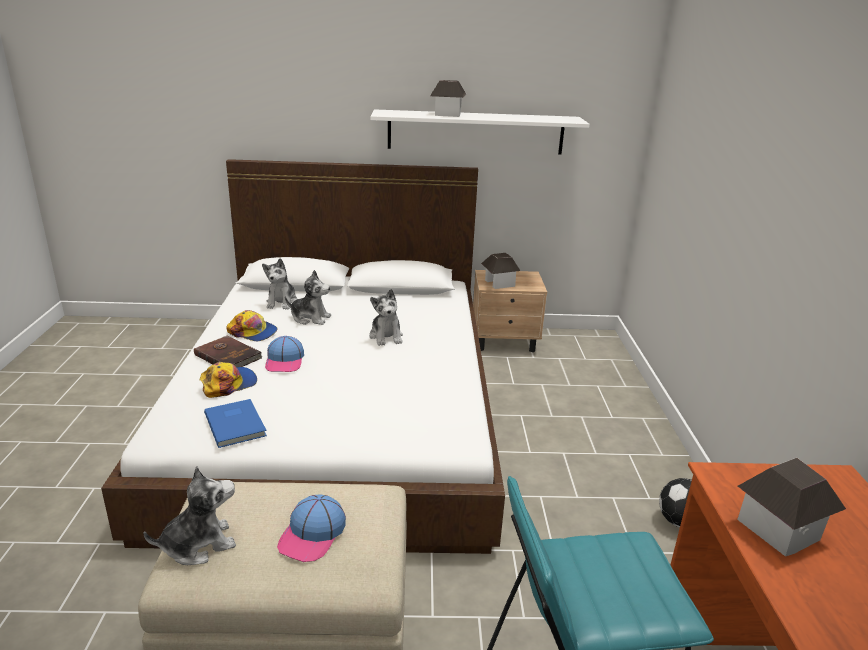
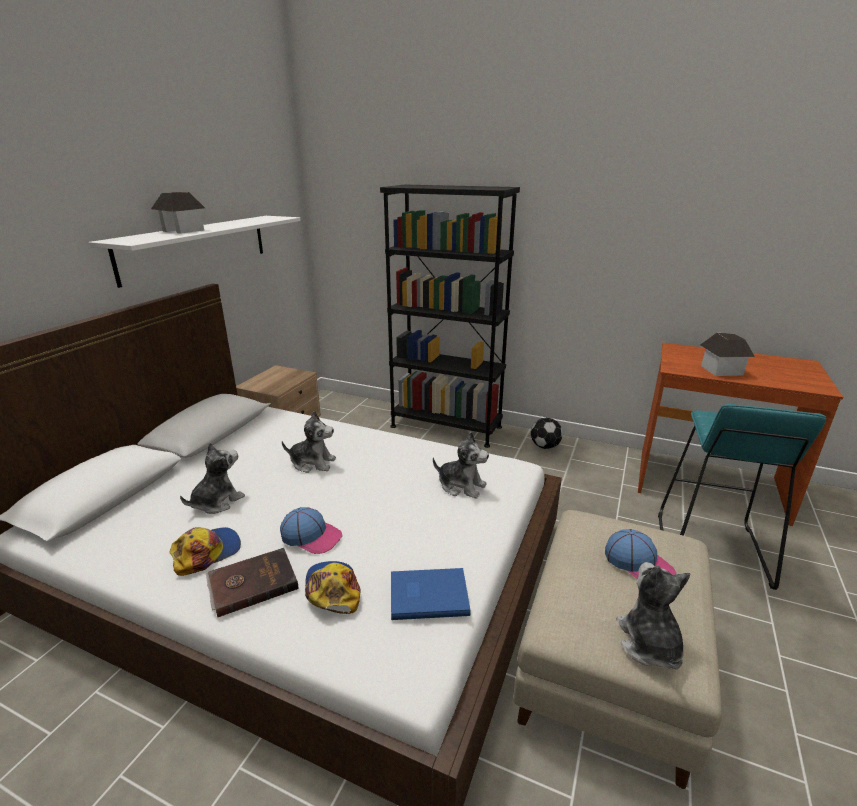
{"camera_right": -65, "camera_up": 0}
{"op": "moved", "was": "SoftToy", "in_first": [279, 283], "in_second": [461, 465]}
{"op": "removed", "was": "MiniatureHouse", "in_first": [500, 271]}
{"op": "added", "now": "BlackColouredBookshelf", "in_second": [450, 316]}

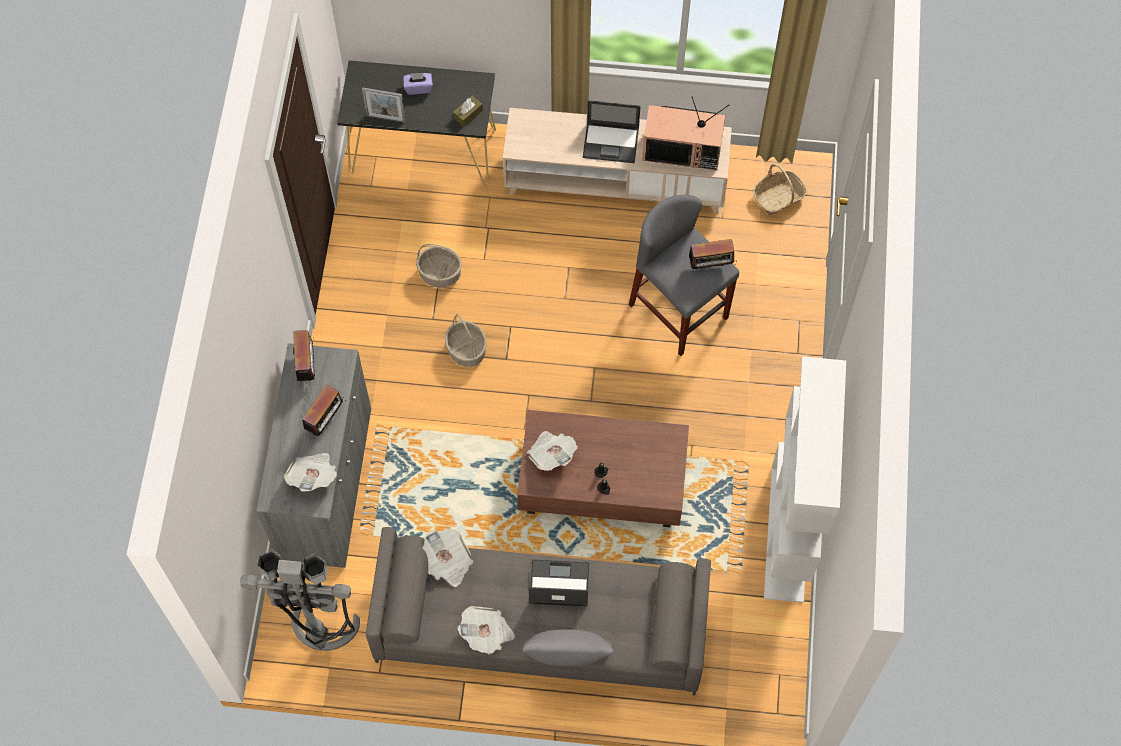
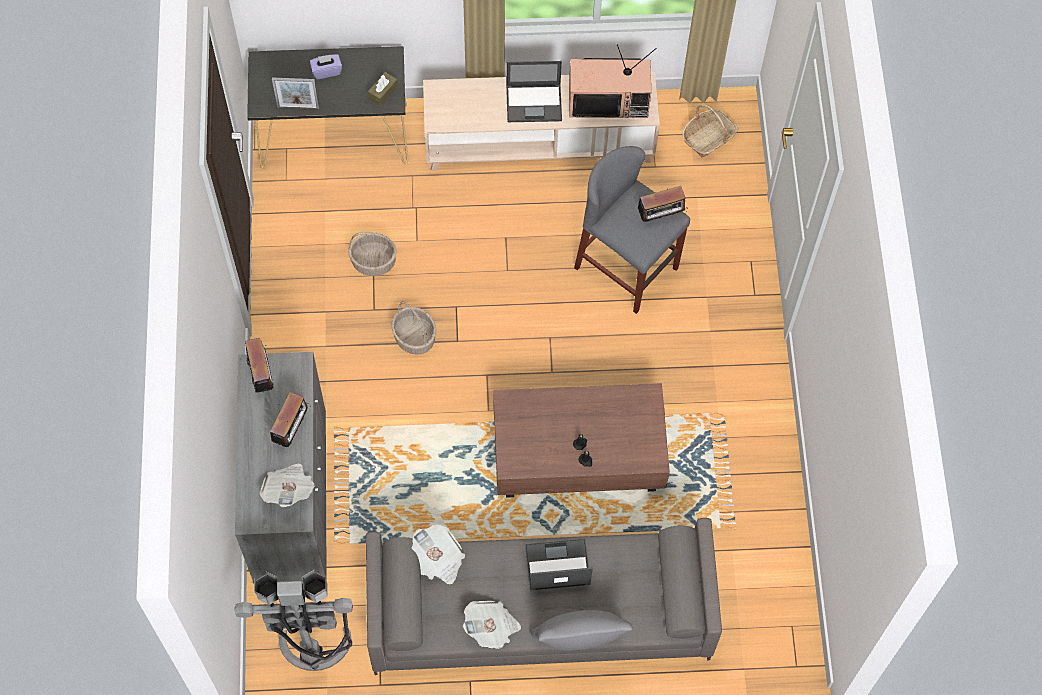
{"camera_right": -10, "camera_up": 0}
{"op": "removed", "was": "DailyPaper", "in_first": [552, 451]}
{"op": "removed", "was": "WhiteColouredBookshelf", "in_first": [805, 479]}

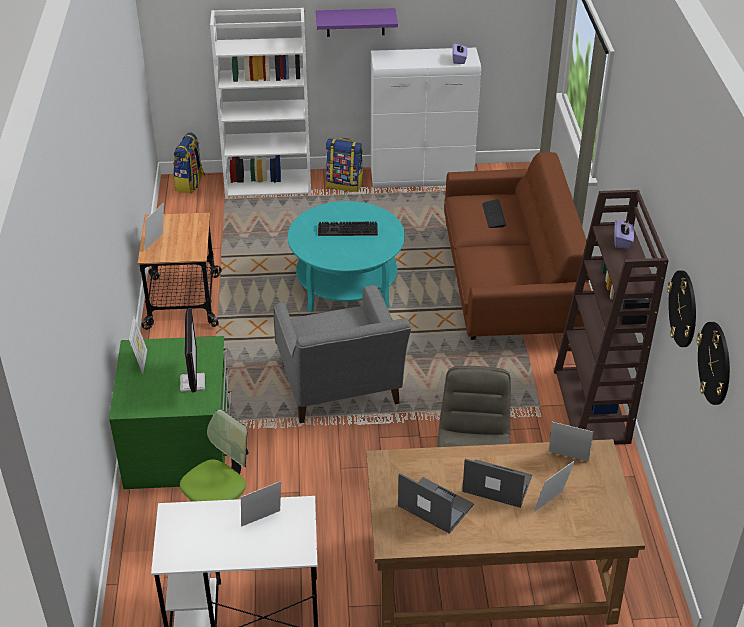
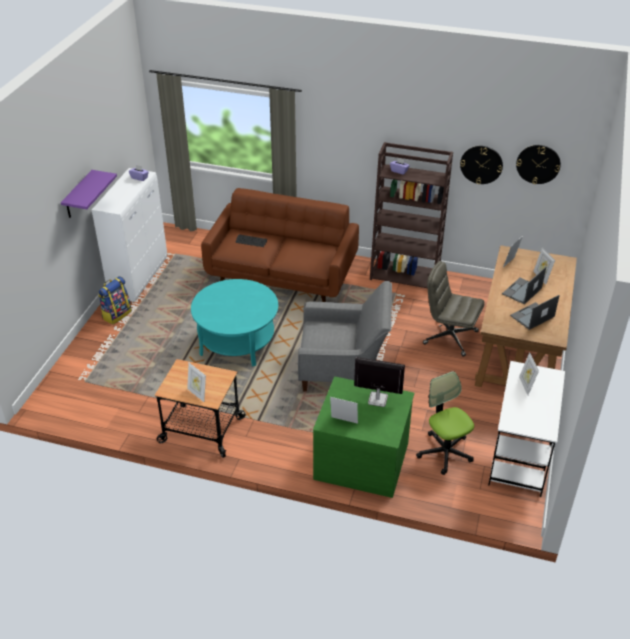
{"camera_right": -70, "camera_up": 0}
{"op": "removed", "was": "Knapsack", "in_first": [189, 163]}
{"op": "removed", "was": "WhiteColouredBookshelf", "in_first": [260, 103]}
{"op": "removed", "was": "PcKeyboard", "in_first": [348, 229]}

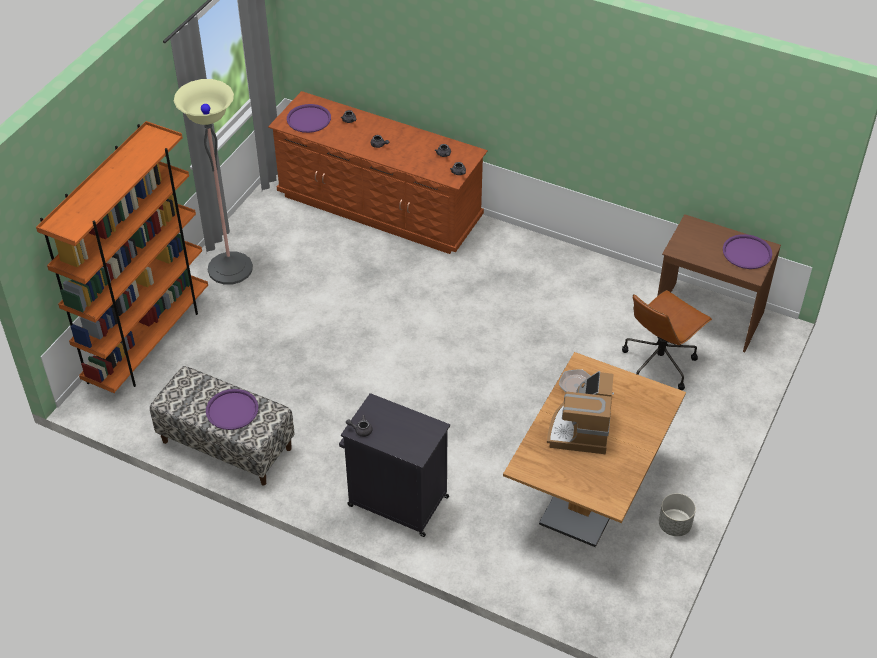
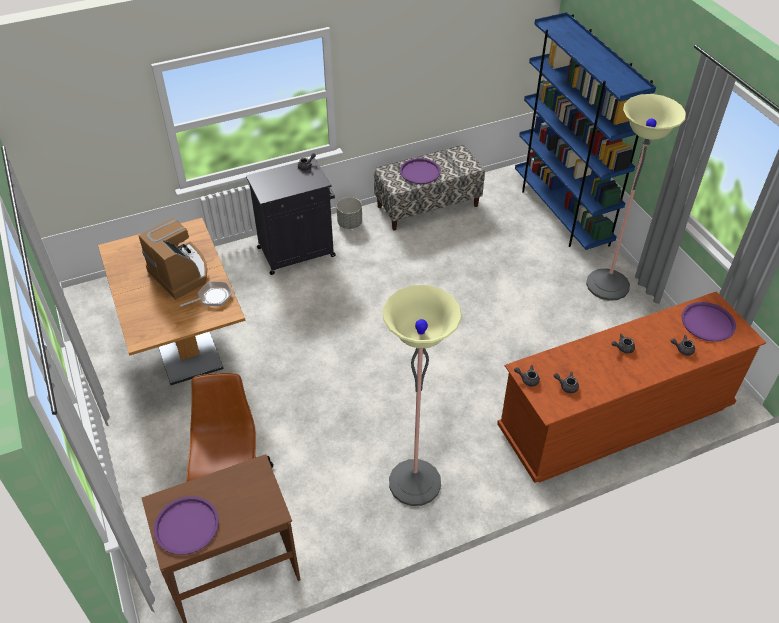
{"camera_right": 130, "camera_up": 0}
{"op": "recoloured", "was": "OrangeColouredBookshelf", "now": "BlueColouredBookshelf", "in_first": [122, 257], "in_second": [585, 131]}
{"op": "moved", "was": "GreyFlowerPot", "in_first": [677, 514], "in_second": [349, 213]}
{"op": "added", "now": "StandingLamp", "in_second": [422, 395]}

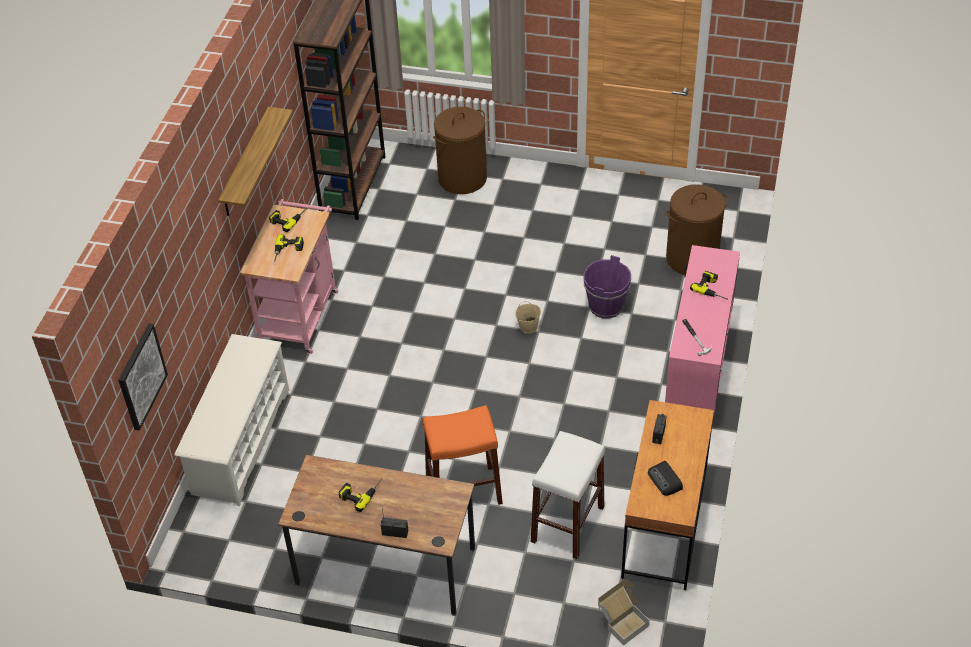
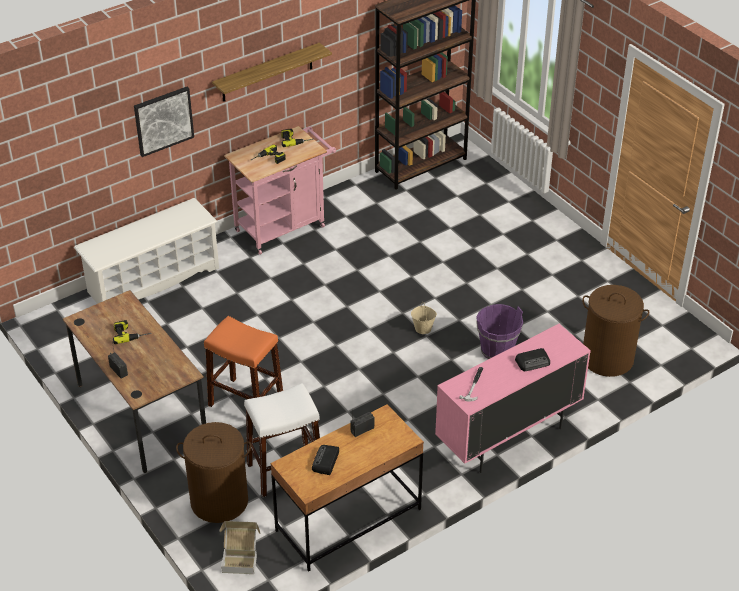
{"camera_right": 40, "camera_up": -5}
{"op": "moved", "was": "WallArt", "in_first": [143, 377], "in_second": [164, 122]}
{"op": "moved", "was": "BrownColouredWashingBasket", "in_first": [460, 150], "in_second": [213, 472]}
{"op": "replaced", "was": "PowerDrill", "now": "Radio", "in_first": [709, 285], "in_second": [532, 359]}

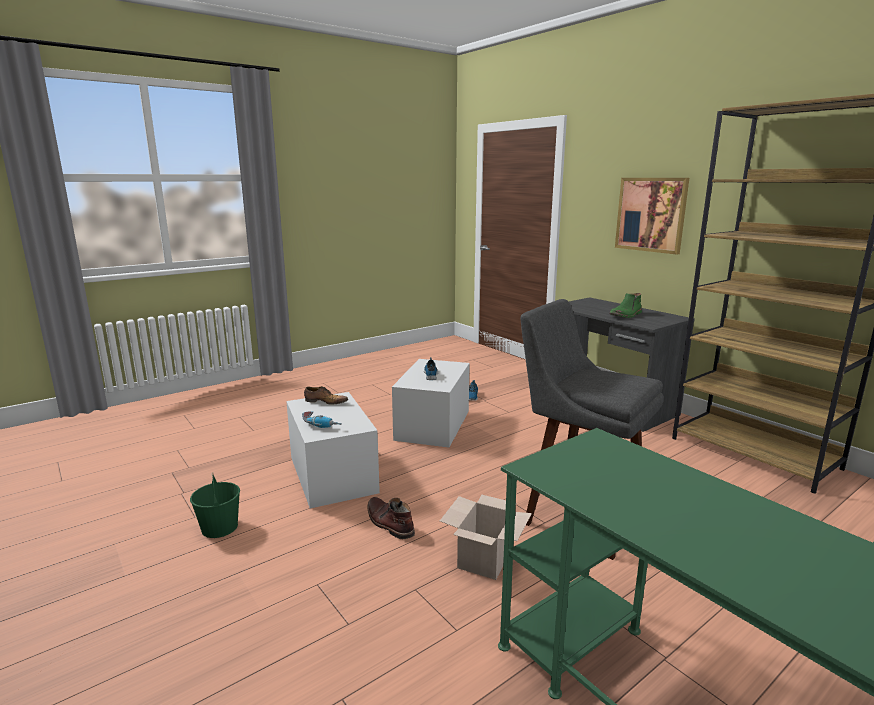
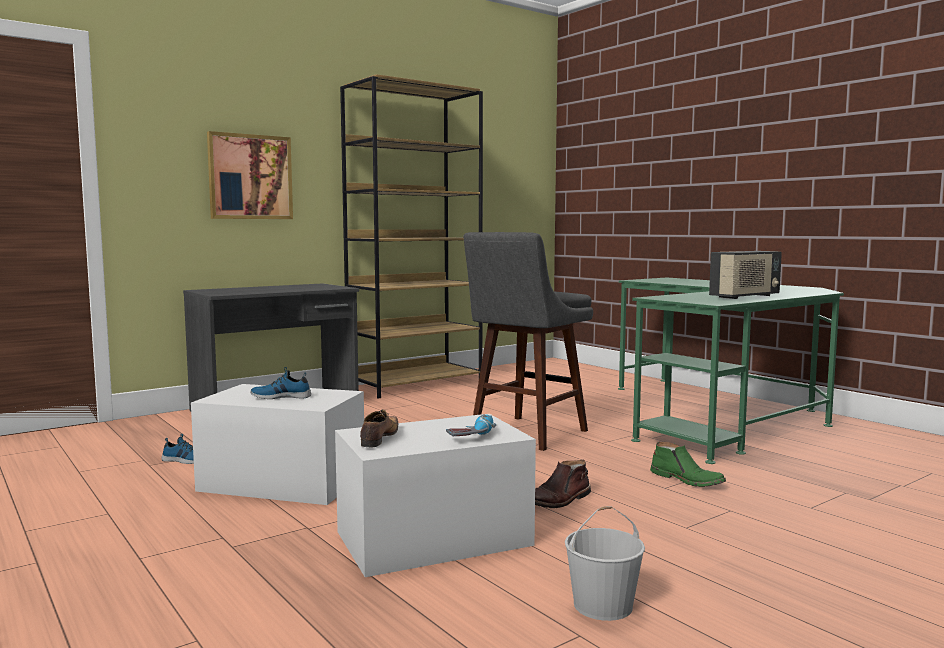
{"camera_right": -90, "camera_up": -10}
{"op": "recoloured", "was": "GreenishPail", "now": "WhiteColouredPail", "in_first": [215, 505], "in_second": [605, 563]}
{"op": "removed", "was": "Carton", "in_first": [486, 537]}
{"op": "moved", "was": "GreenishBoot", "in_first": [625, 305], "in_second": [688, 464]}
{"op": "added", "now": "Radio", "in_second": [745, 275]}

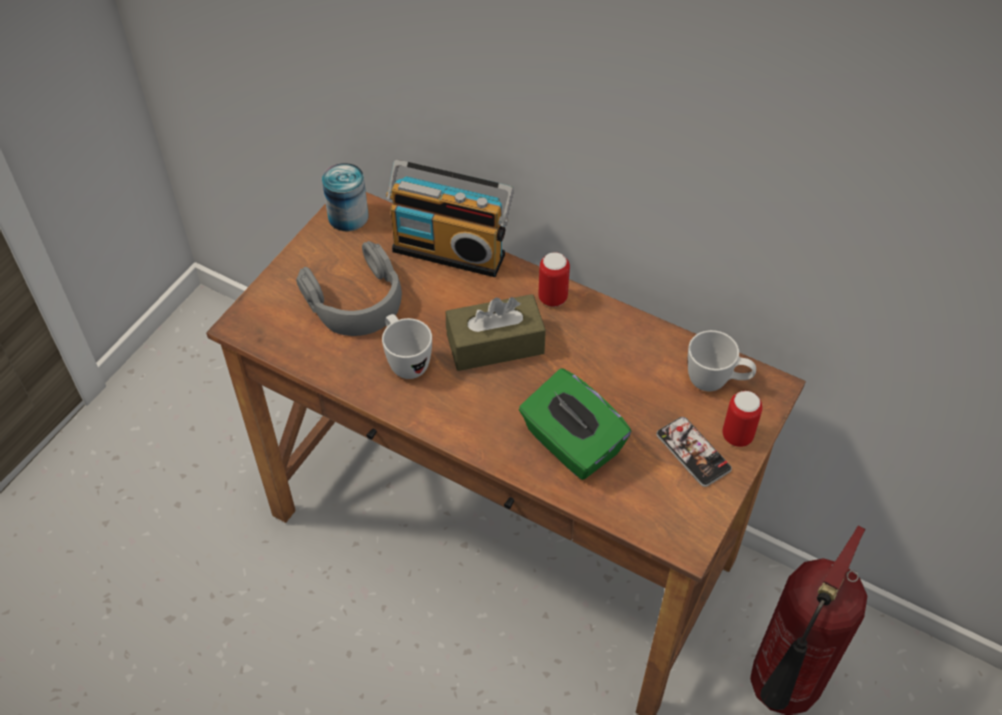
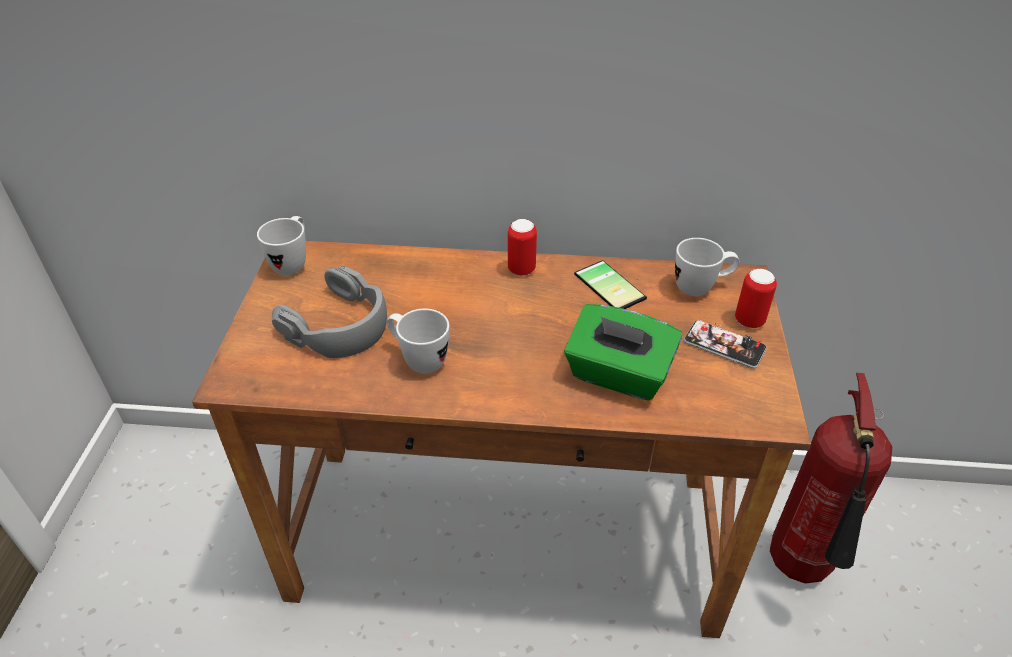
{"camera_right": -25, "camera_up": -10}
{"op": "replaced", "was": "SealedCan", "now": "WhiteColouredMug", "in_first": [345, 197], "in_second": [281, 245]}
{"op": "removed", "was": "Radio", "in_first": [450, 218]}
{"op": "removed", "was": "BrownColouredBoxOfTissues", "in_first": [496, 332]}
{"op": "added", "now": "Telephone", "in_second": [610, 284]}

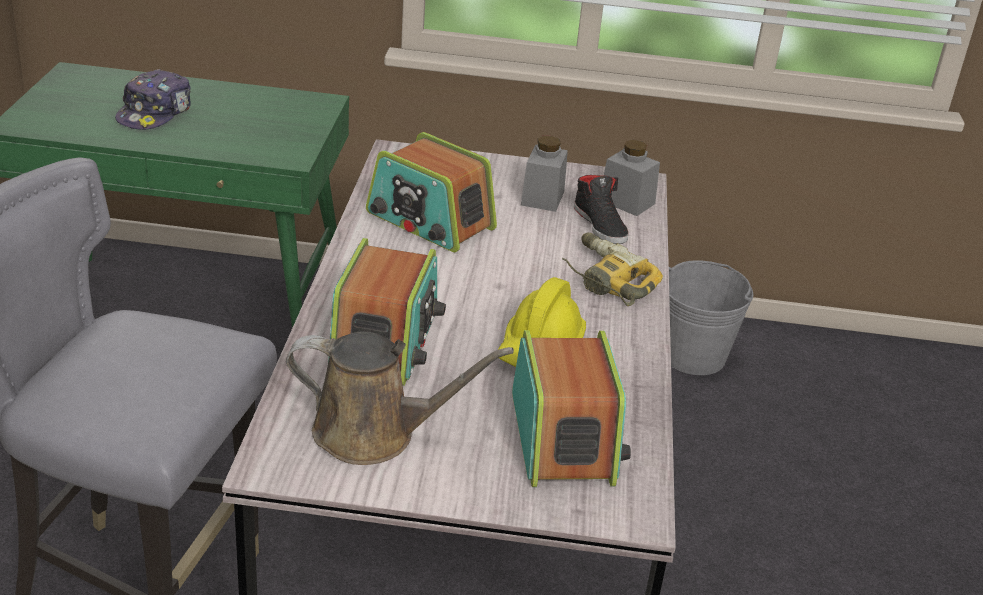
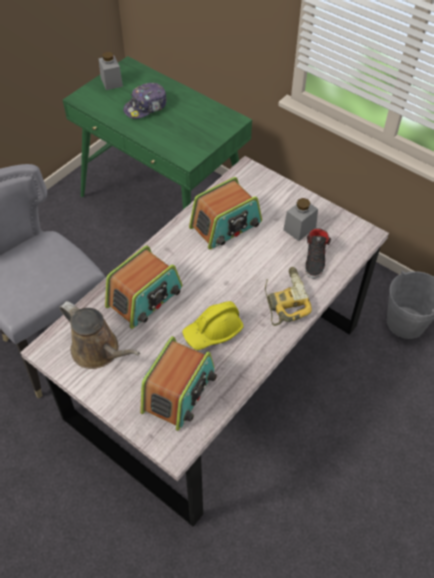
{"camera_right": 35, "camera_up": 20}
{"op": "turned", "was": "Radio", "in_first": [431, 192], "in_second": [225, 213], "clockwise": -105}
{"op": "moved", "was": "GreyPreserveJar", "in_first": [632, 178], "in_second": [110, 71]}

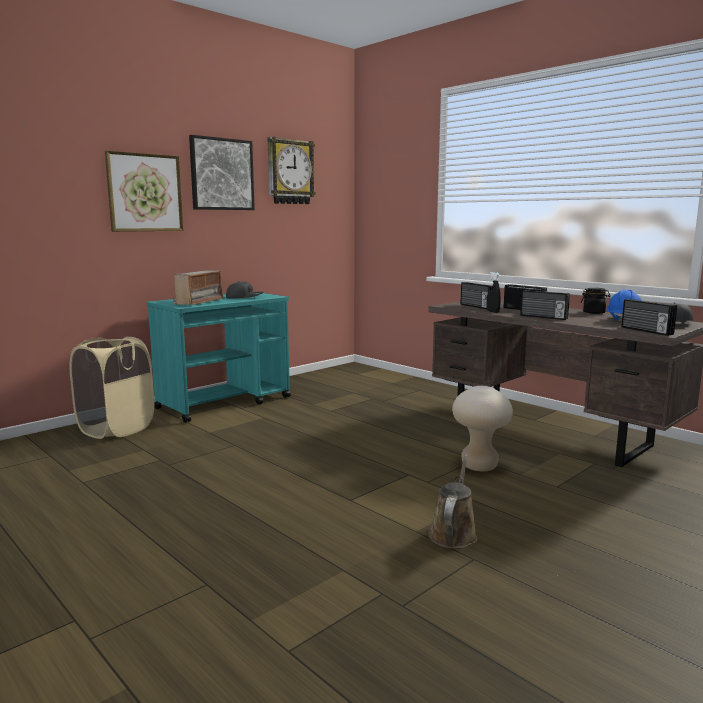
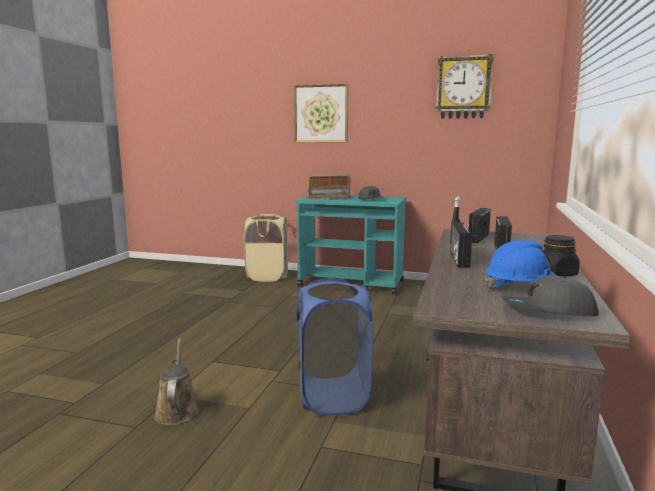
{"camera_right": 60, "camera_up": 0}
{"op": "removed", "was": "WallArt", "in_first": [222, 172]}
{"op": "turned", "was": "BrownColouredWateringCan", "in_first": [452, 501], "in_second": [176, 381], "clockwise": -90}
{"op": "replaced", "was": "BeigeSittingStool", "now": "BlueColouredWashingBasket", "in_first": [482, 428], "in_second": [334, 347]}
{"op": "removed", "was": "Radio", "in_first": [649, 317]}

